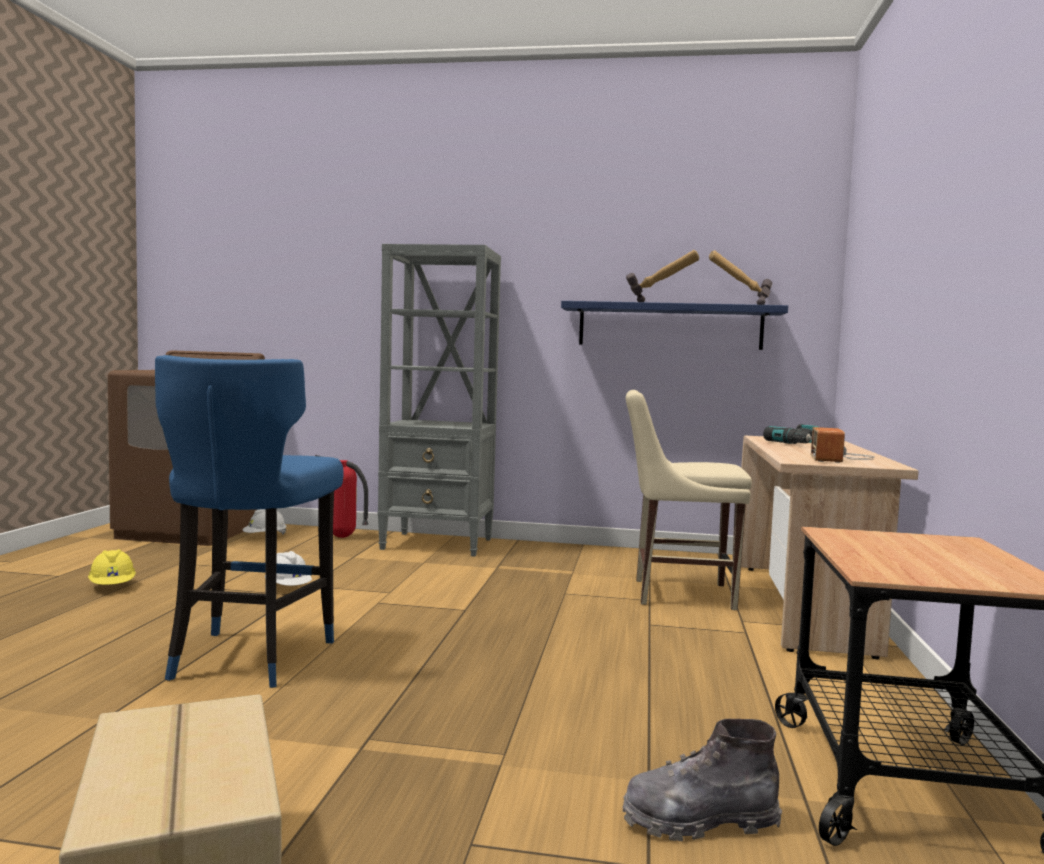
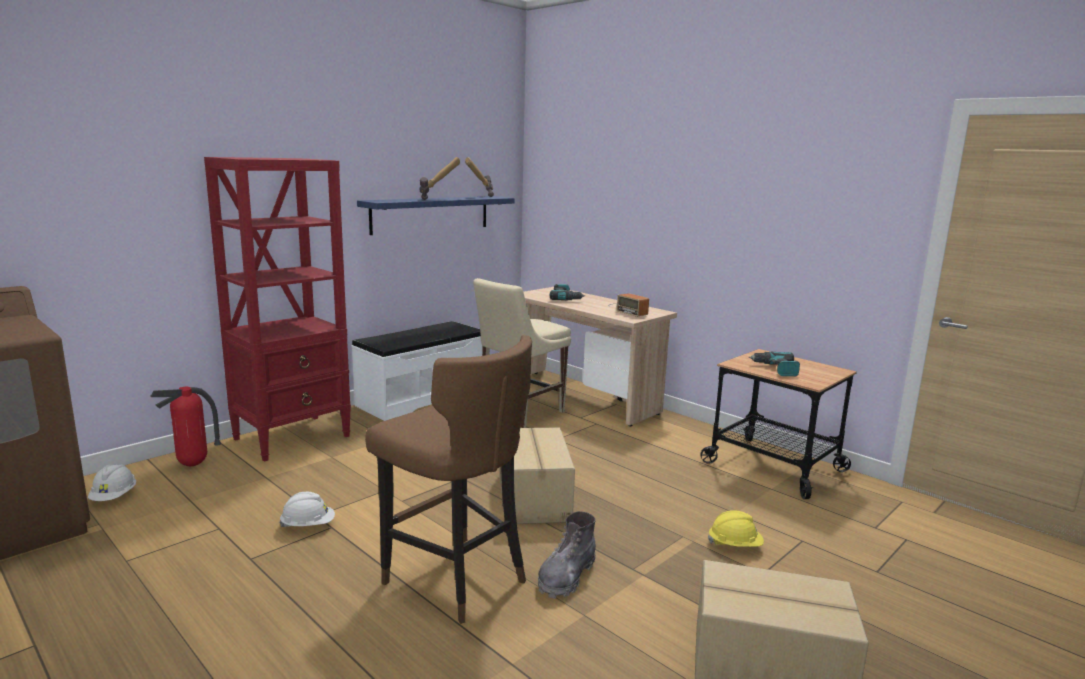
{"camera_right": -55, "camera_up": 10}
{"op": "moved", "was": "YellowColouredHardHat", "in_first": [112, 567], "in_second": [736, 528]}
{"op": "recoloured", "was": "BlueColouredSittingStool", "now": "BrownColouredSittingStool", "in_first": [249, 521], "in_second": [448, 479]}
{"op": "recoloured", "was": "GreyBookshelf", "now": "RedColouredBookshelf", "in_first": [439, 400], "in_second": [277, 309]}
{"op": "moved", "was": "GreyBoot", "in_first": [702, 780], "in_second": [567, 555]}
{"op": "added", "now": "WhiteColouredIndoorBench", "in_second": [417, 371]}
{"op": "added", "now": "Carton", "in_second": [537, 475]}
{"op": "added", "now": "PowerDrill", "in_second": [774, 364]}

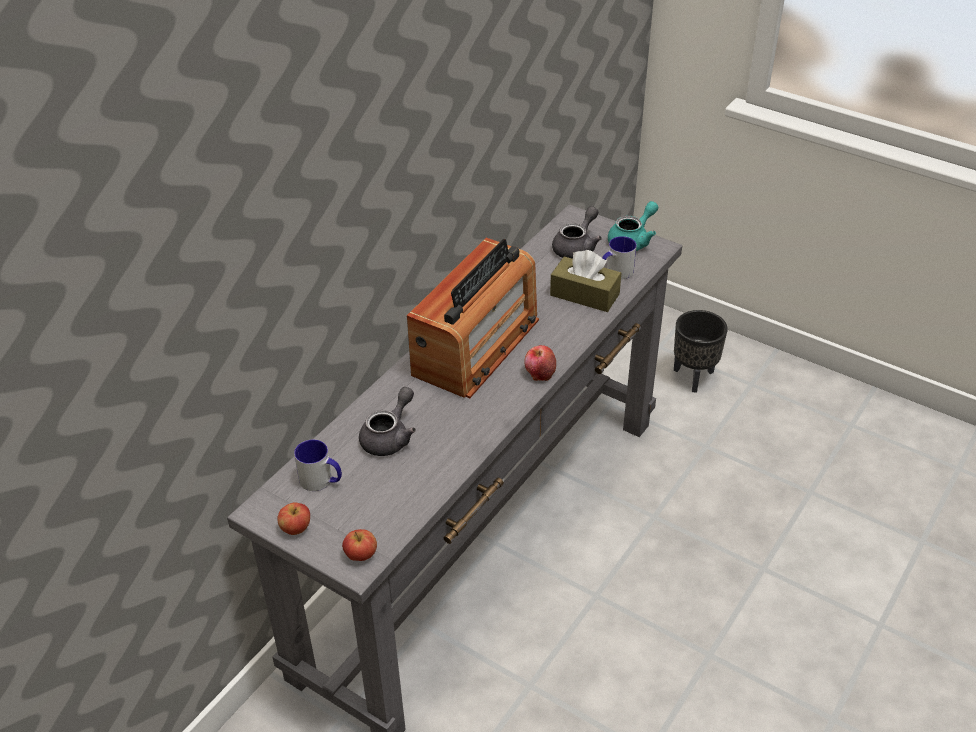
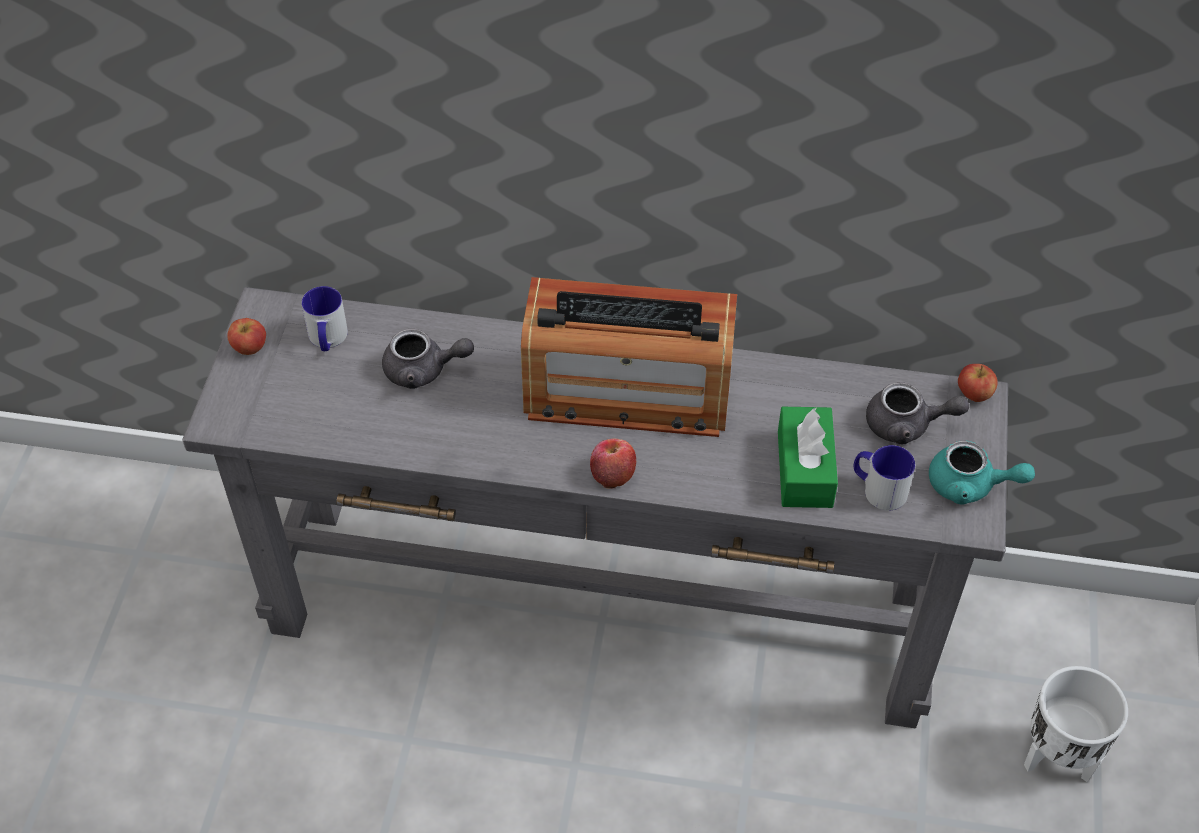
{"camera_right": 65, "camera_up": 10}
{"op": "moved", "was": "AppleFruit", "in_first": [359, 545], "in_second": [978, 383]}
{"op": "recoloured", "was": "BrownColouredBoxOfTissues", "now": "GreenishBoxOfTissues", "in_first": [585, 281], "in_second": [808, 457]}
{"op": "recoloured", "was": "BlackColouredFlowerPot", "now": "WhiteColouredFlowerPot", "in_first": [701, 351], "in_second": [1076, 724]}

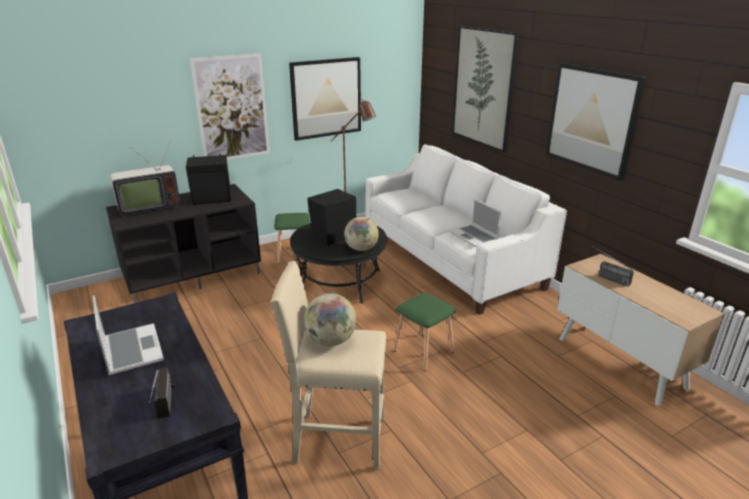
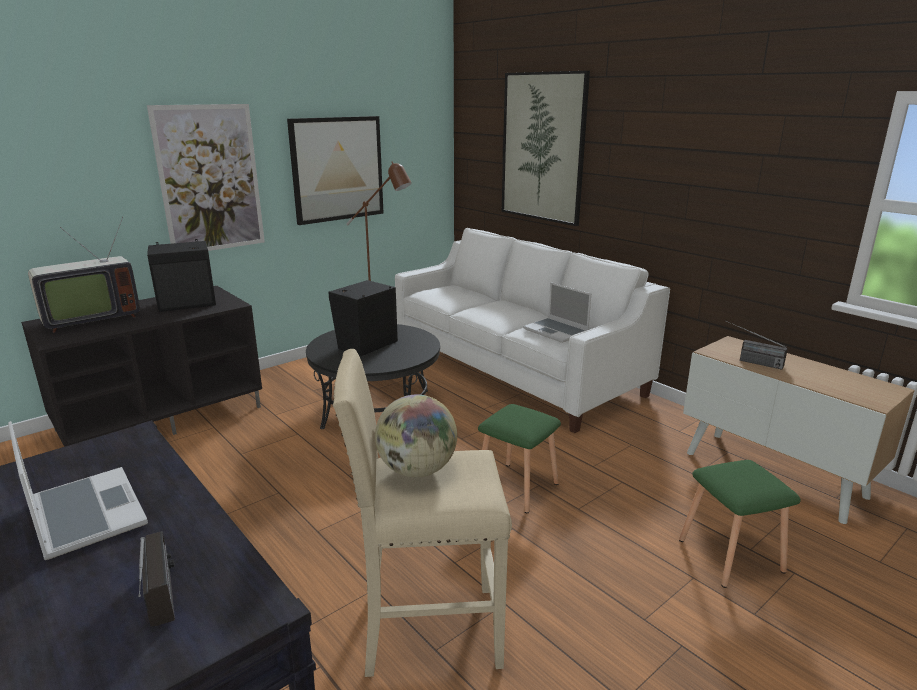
{"camera_right": -10, "camera_up": -5}
{"op": "moved", "was": "GreenishSittingStool", "in_first": [292, 238], "in_second": [740, 524]}
{"op": "removed", "was": "WorldGlobe", "in_first": [361, 234]}
{"op": "removed", "was": "WallArt", "in_first": [596, 122]}

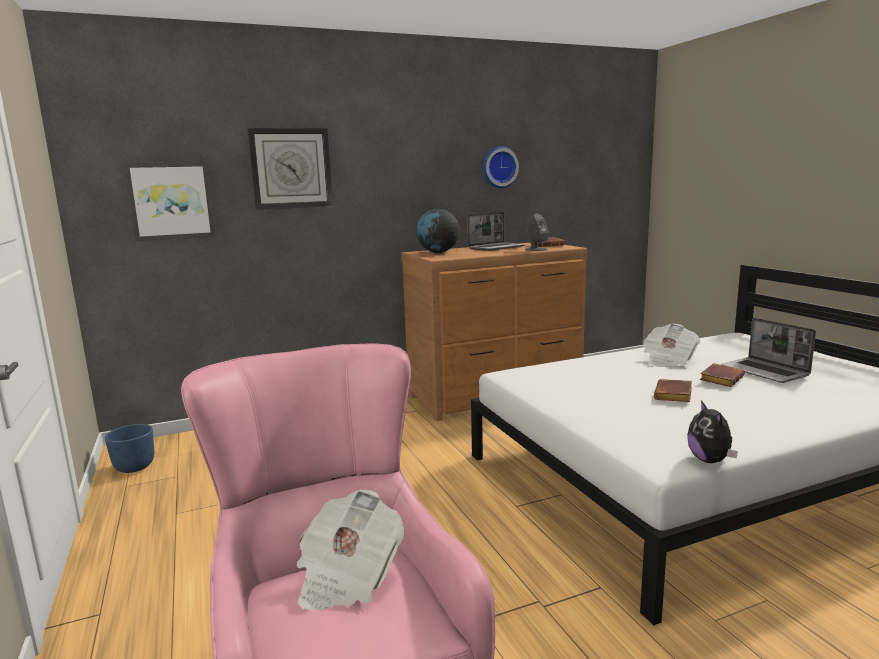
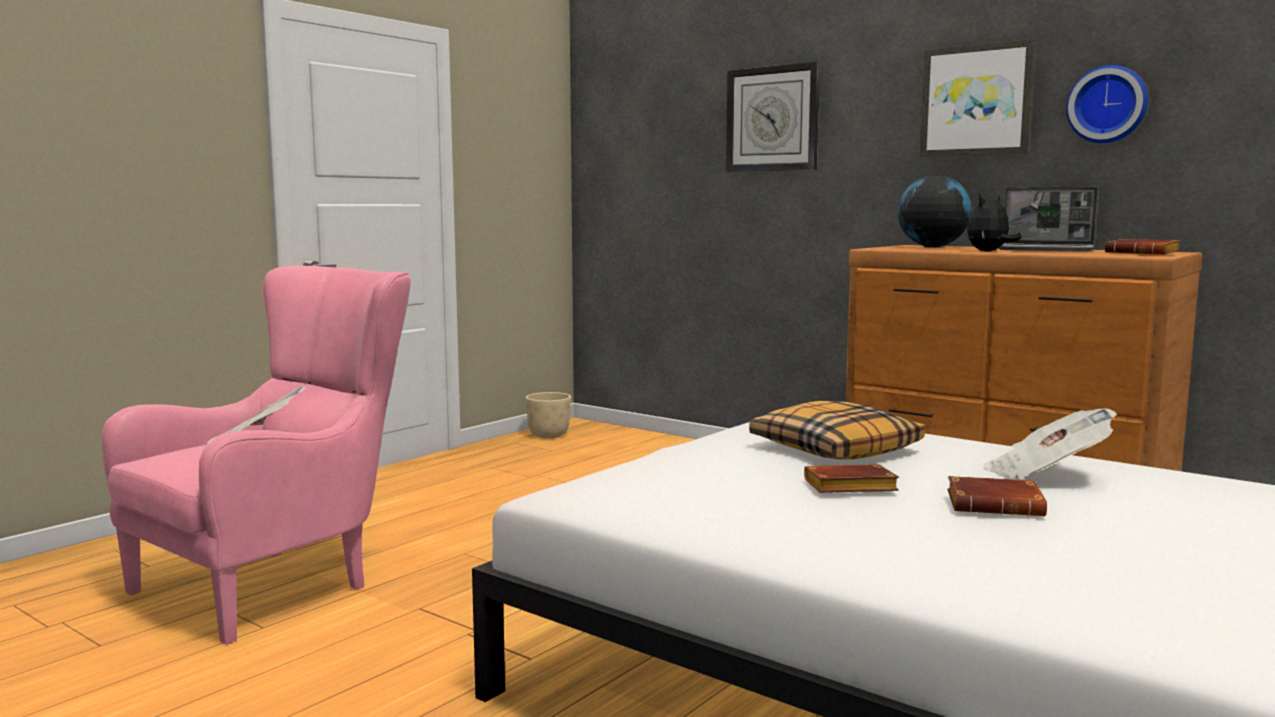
{"camera_right": 60, "camera_up": -5}
{"op": "recoloured", "was": "BlueColouredFlowerPot", "now": "BeigeFlowerPot", "in_first": [129, 448], "in_second": [548, 415]}
{"op": "moved", "was": "WallArt", "in_first": [169, 201], "in_second": [977, 98]}
{"op": "removed", "was": "GreySpeaker", "in_first": [537, 232]}
{"op": "moved", "was": "SoftToy", "in_first": [712, 431], "in_second": [994, 223]}
{"op": "removed", "was": "NotebookComputer", "in_first": [768, 350]}
{"op": "added", "now": "Pillow", "in_second": [837, 430]}

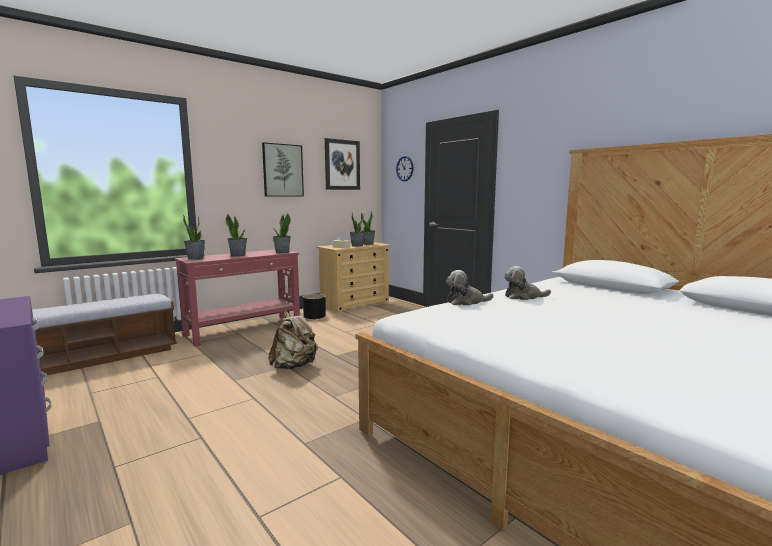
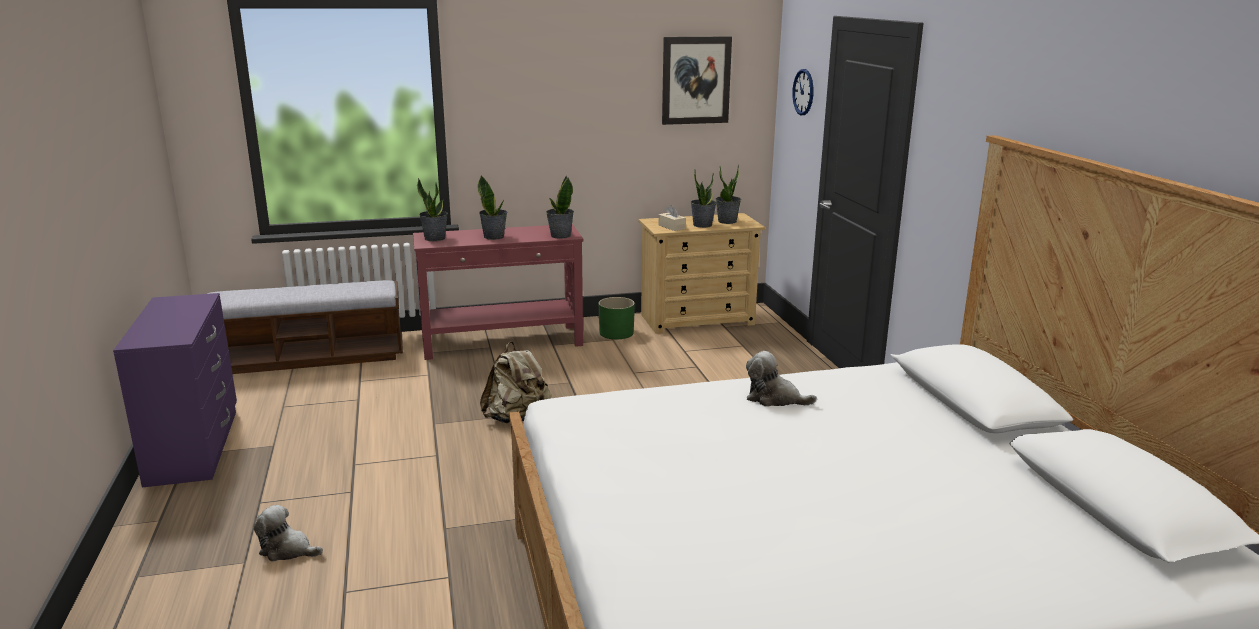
{"camera_right": 25, "camera_up": 10}
{"op": "removed", "was": "WallArt", "in_first": [283, 169]}
{"op": "recoloured", "was": "BlackColouredFlowerPot", "now": "GreenishFlowerPot", "in_first": [314, 306], "in_second": [617, 318]}
{"op": "moved", "was": "SoftToy", "in_first": [470, 288], "in_second": [288, 533]}

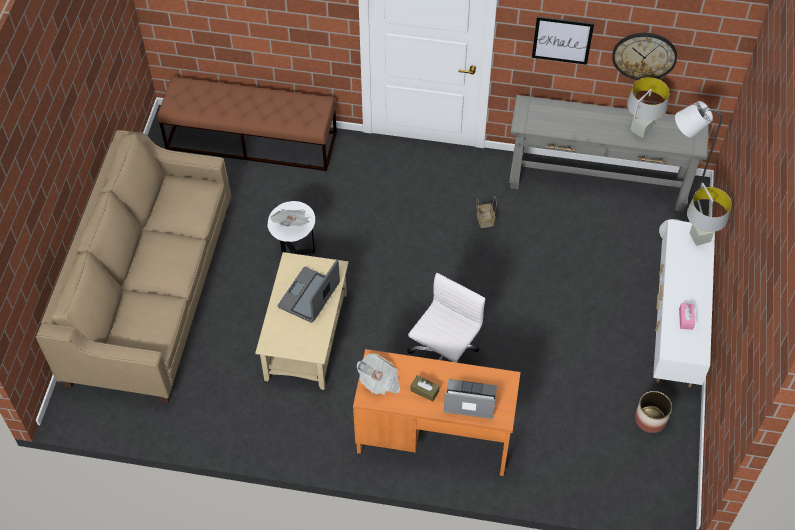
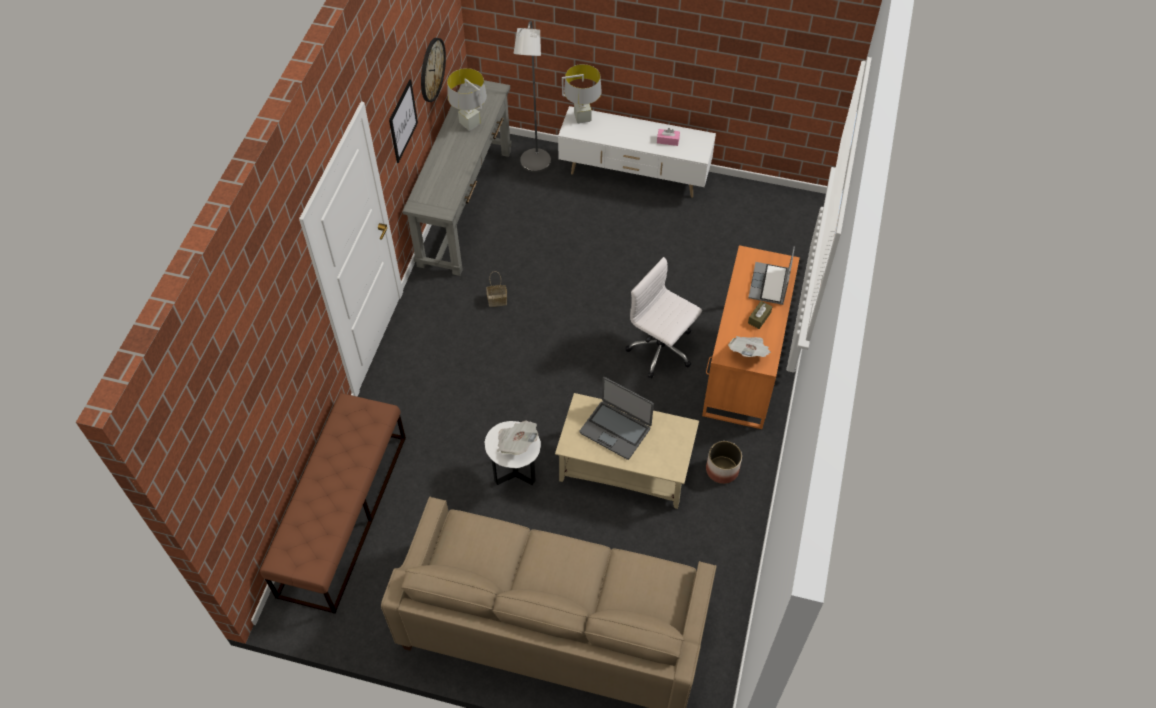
{"camera_right": -85, "camera_up": 0}
{"op": "moved", "was": "FlowerPot", "in_first": [653, 412], "in_second": [724, 462]}

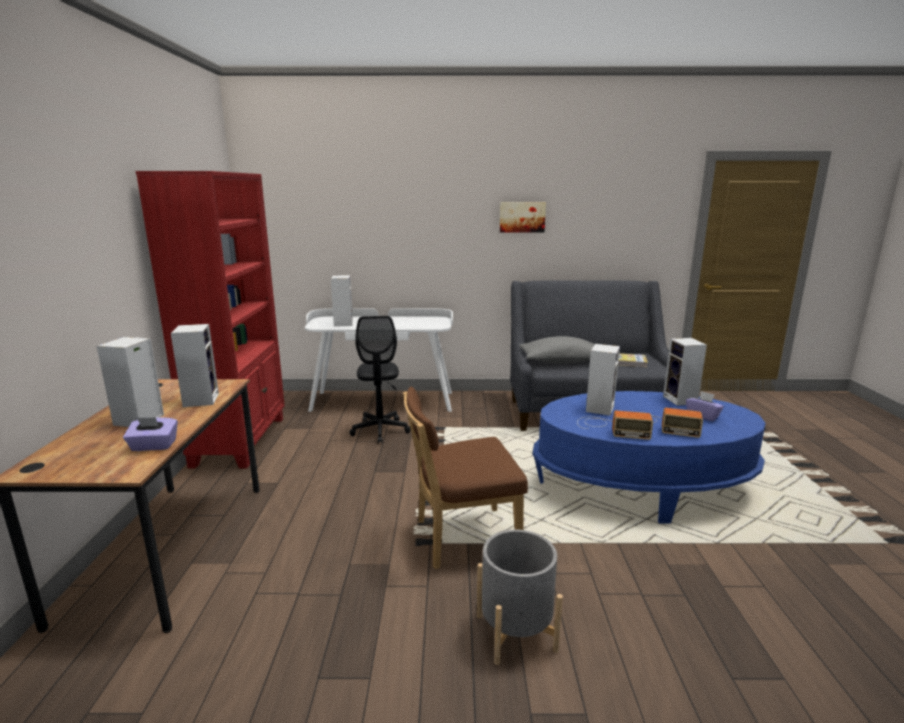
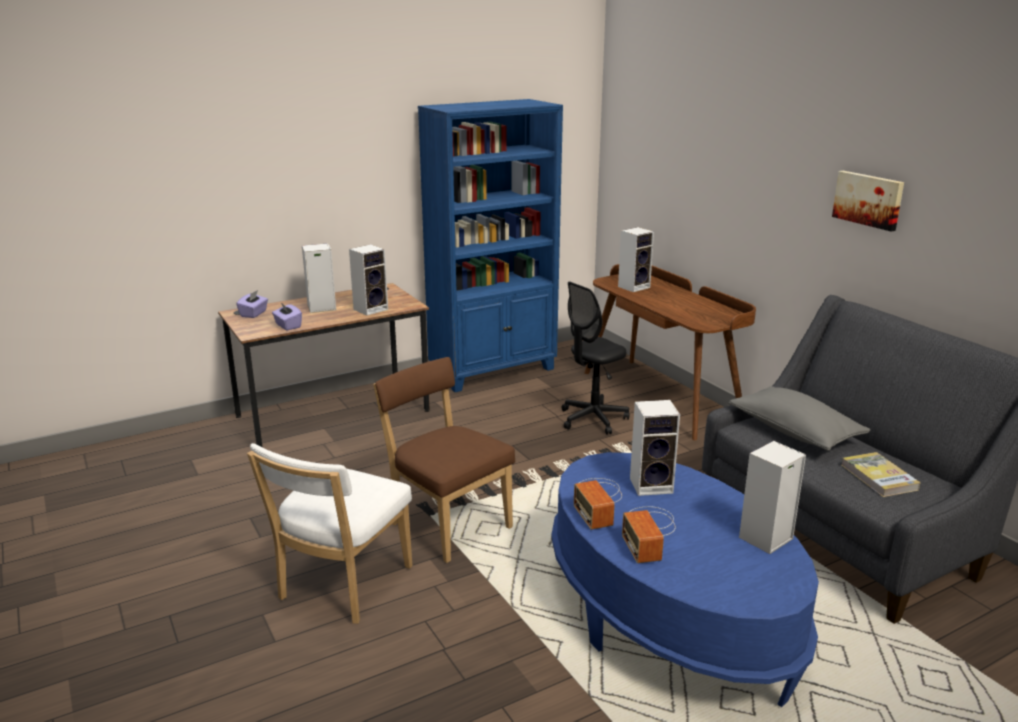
{"camera_right": 60, "camera_up": 5}
{"op": "recoloured", "was": "RedColouredBookshelf", "now": "BlueColouredBookshelf", "in_first": [210, 320], "in_second": [490, 245]}
{"op": "recoloured", "was": "WhiteColouredDeskUnit", "now": "BrownColouredDeskUnit", "in_first": [379, 360], "in_second": [670, 352]}
{"op": "replaced", "was": "GreyFlowerPot", "now": "WhiteColouredUprightChair", "in_first": [520, 597], "in_second": [329, 533]}
{"op": "moved", "was": "PurpleBoxOfTissues", "in_first": [705, 406], "in_second": [252, 304]}

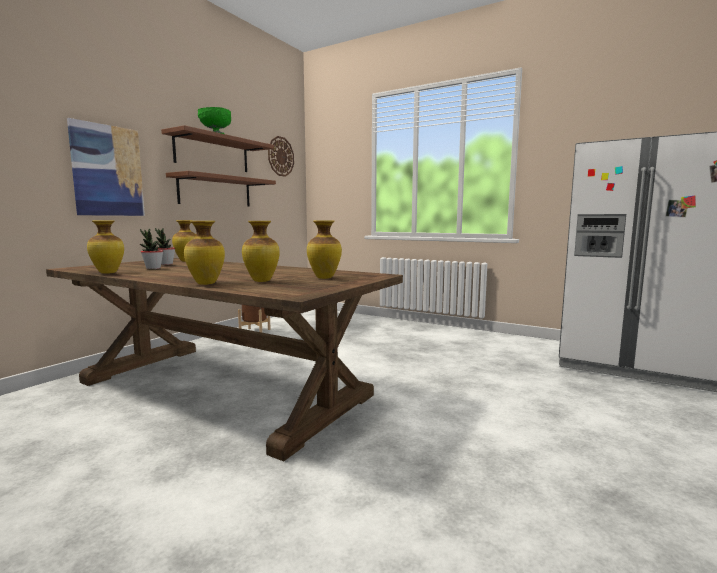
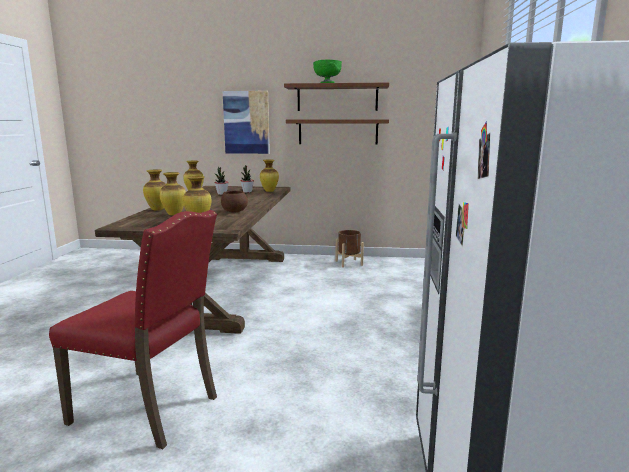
{"camera_right": 65, "camera_up": 5}
{"op": "removed", "was": "HangingClock", "in_first": [281, 156]}
{"op": "added", "now": "RedColouredUprightChair", "in_second": [133, 329]}
{"op": "added", "now": "BrownColouredServingBowl", "in_second": [234, 201]}

